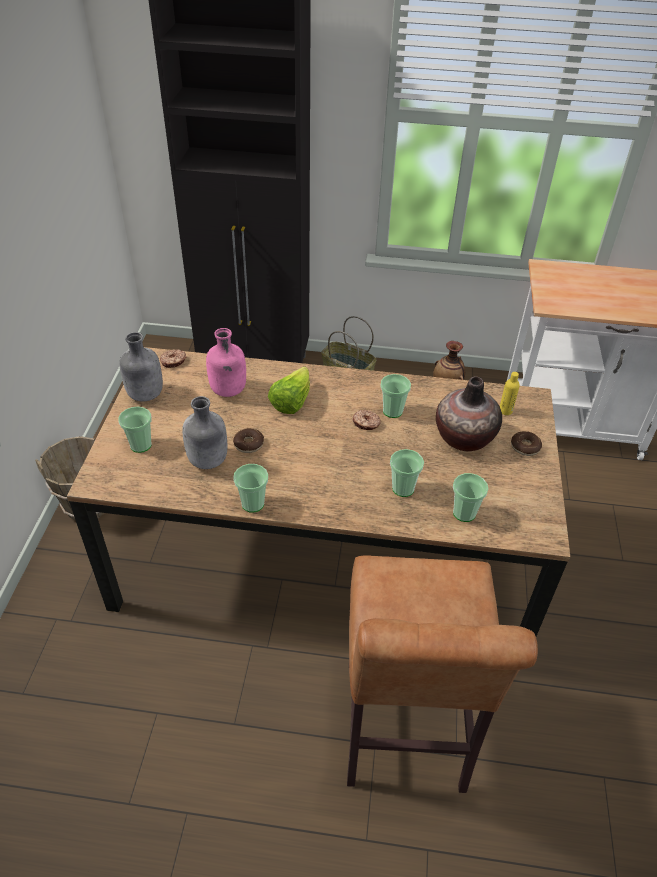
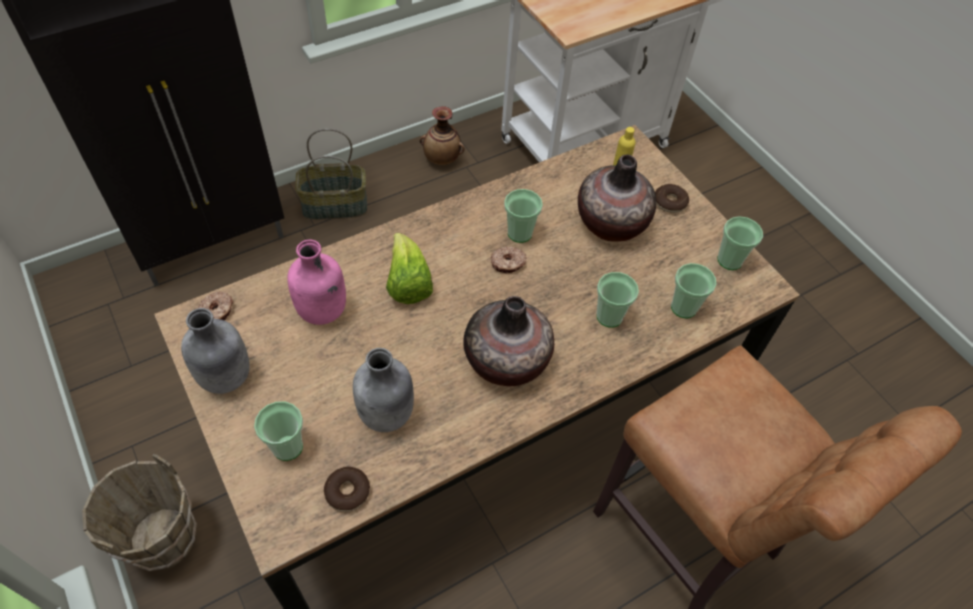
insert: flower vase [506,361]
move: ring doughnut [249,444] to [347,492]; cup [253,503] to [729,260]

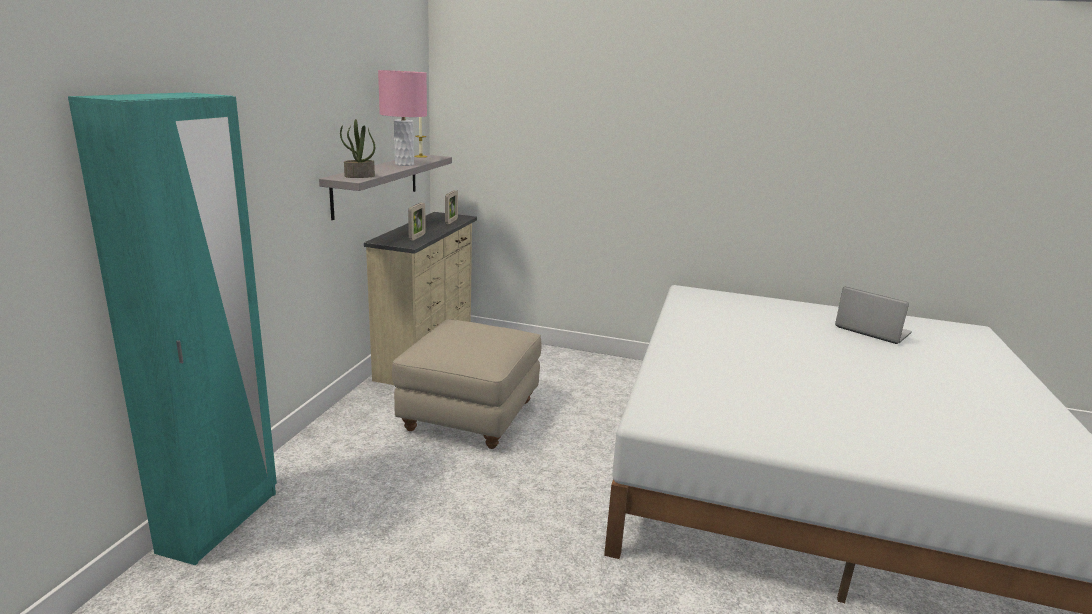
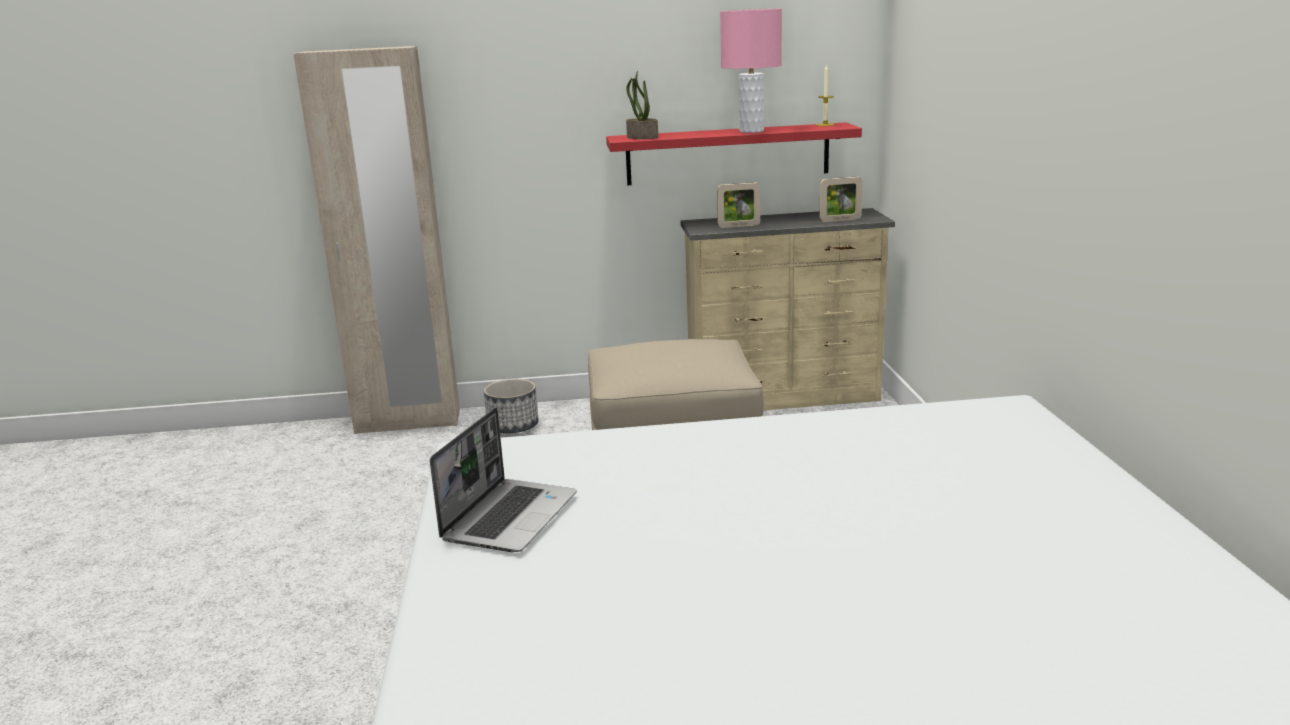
insert: plant pot [513,426]
move: portable computer [871,330] to [510,517]
recolor: wardrobe in turquoise [220,522] to wardrobe in beige-coloured [408,422]; wall shelf in grey [376,184] to wall shelf in reddish [728,154]

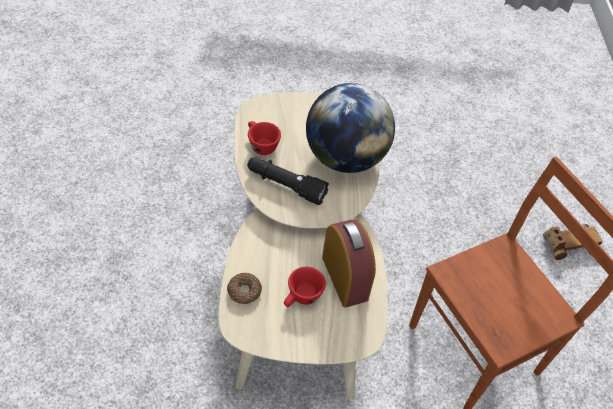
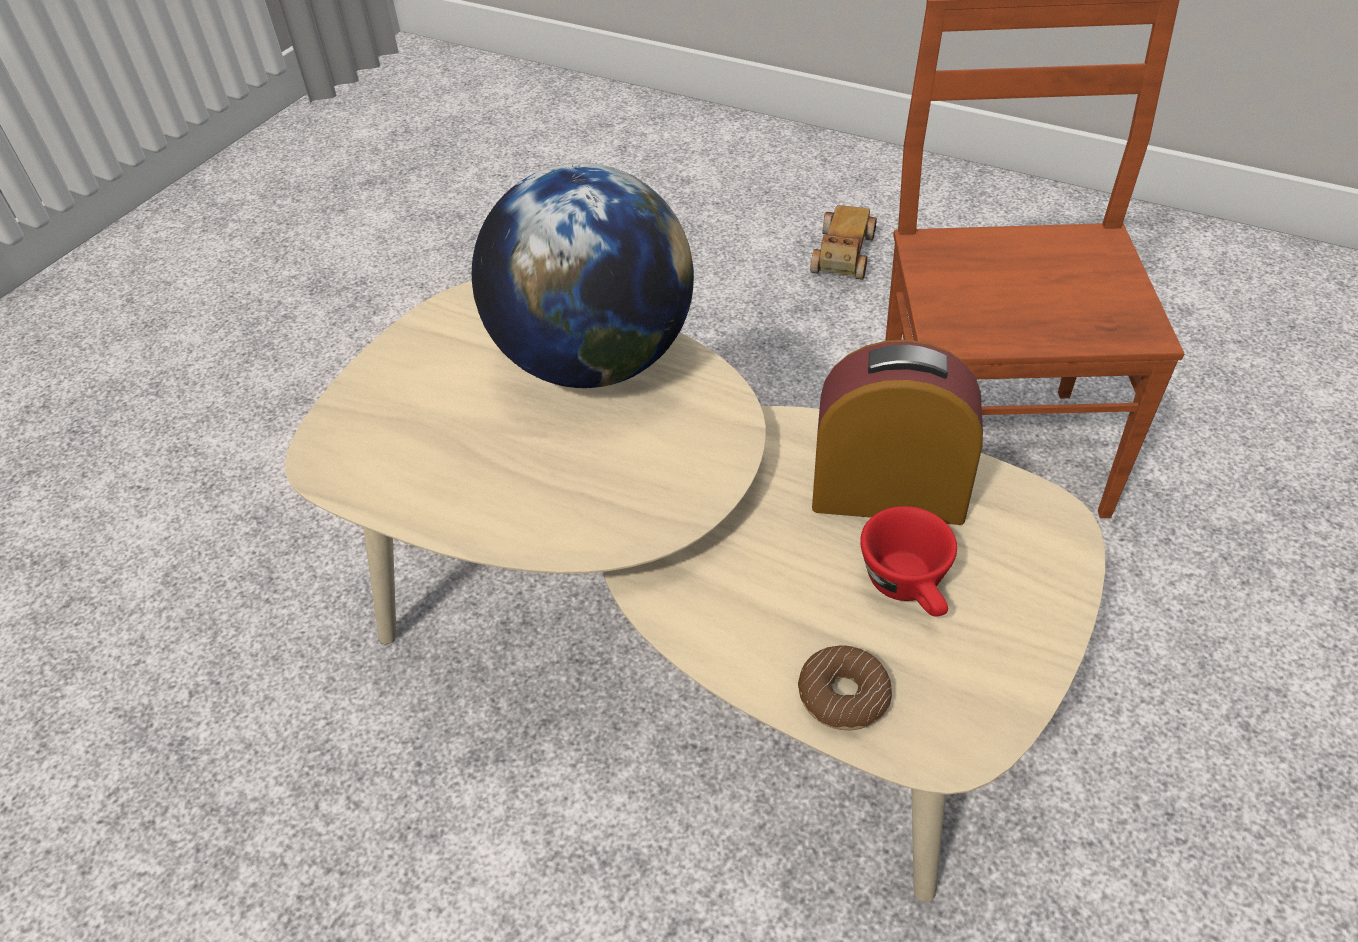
delete: hand torch in blackish [285,185]; cup in reddish [260,145]

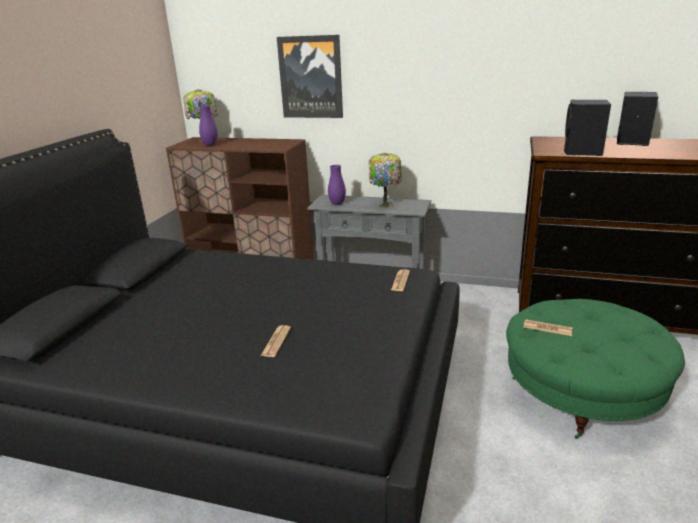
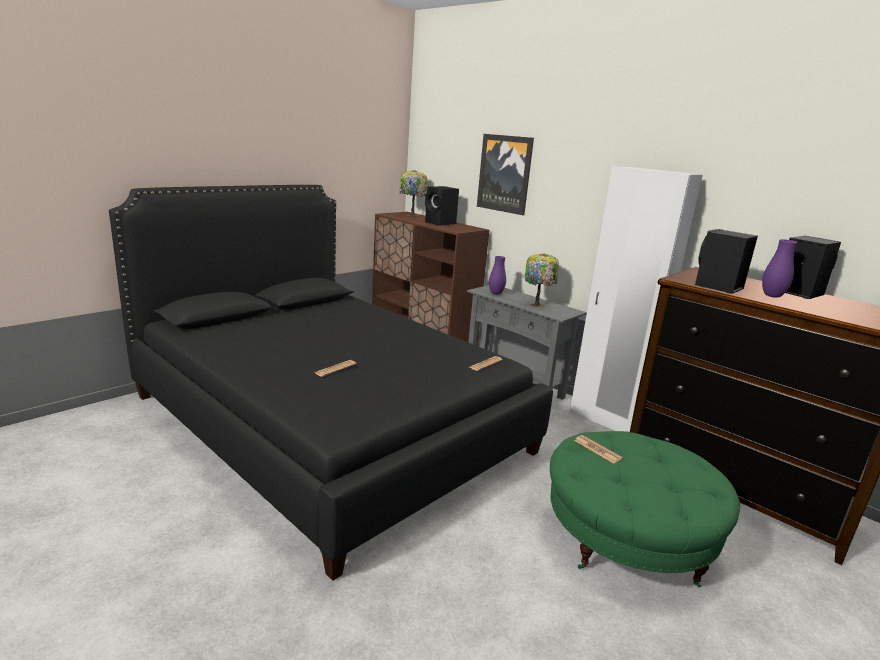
insert: speaker in blackish [441,223]; wardrobe in white-coloured [606,420]
move: flower vase in purplish [210,145] to [772,296]

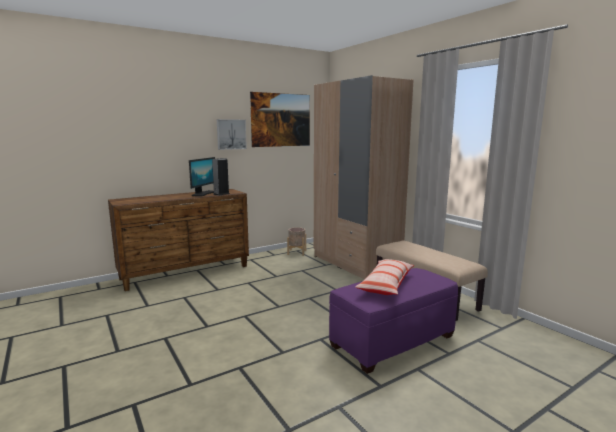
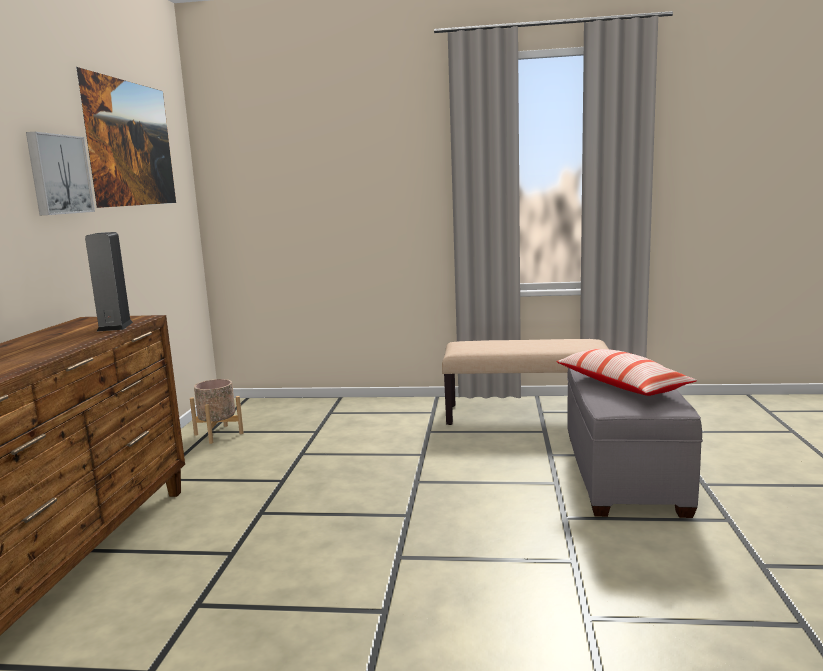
delete: monitor [203,194]; wardrobe in beige-coloured [355,264]
recolor: pouffe in purplish [392,341] to pouffe in grey [623,473]

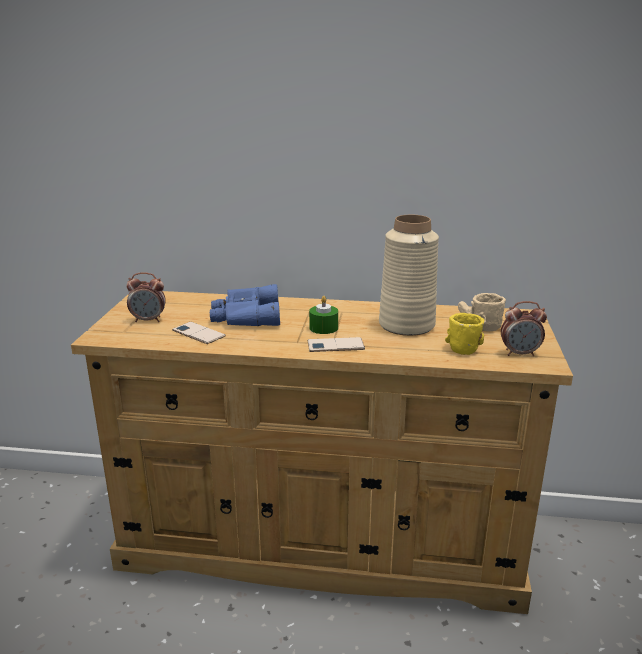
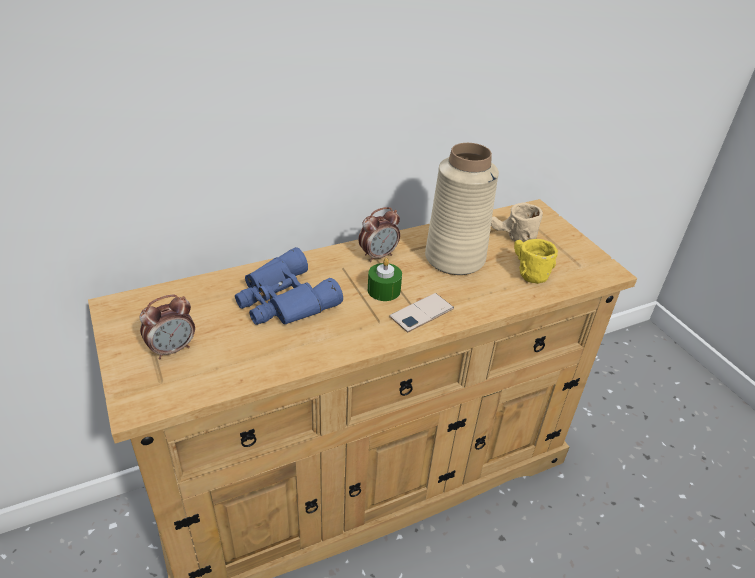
delete: handset [198,333]
move: table clock [520,353] to [378,256]

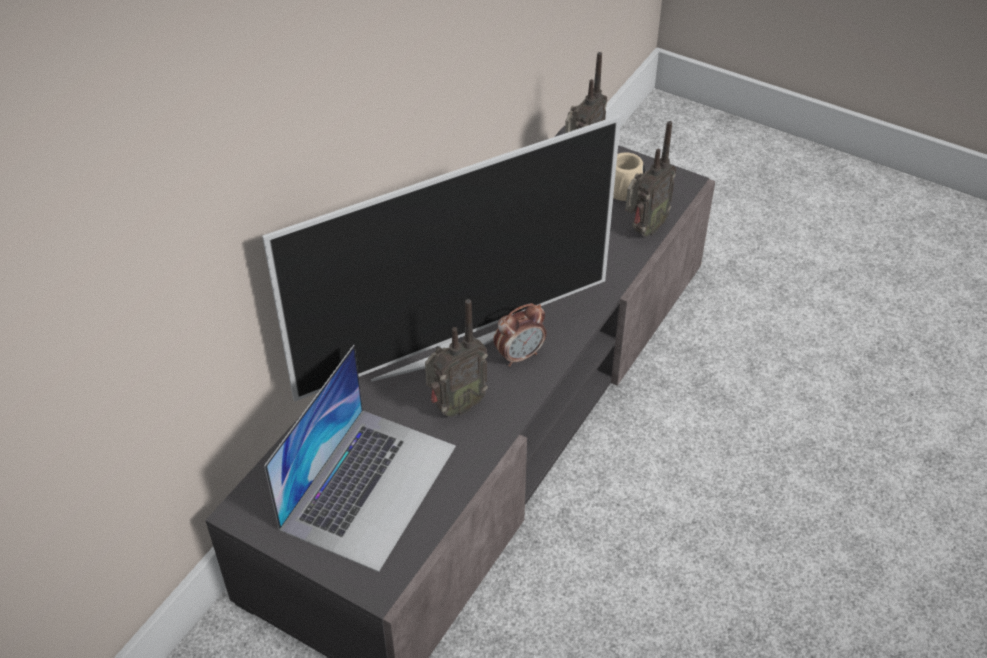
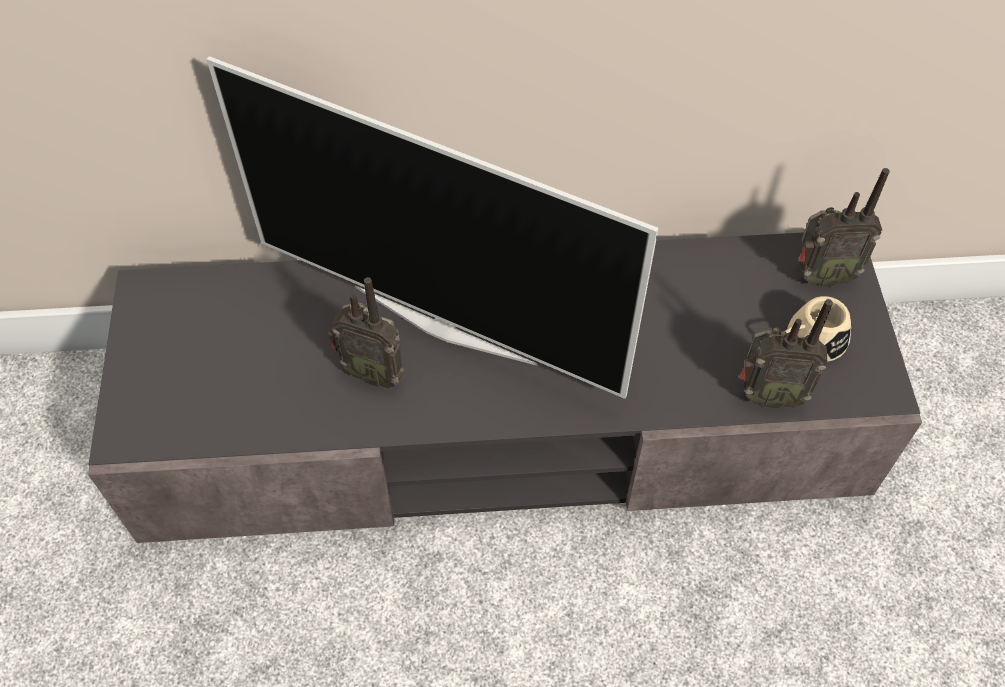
delete: portable computer [369,486]; table clock [519,355]

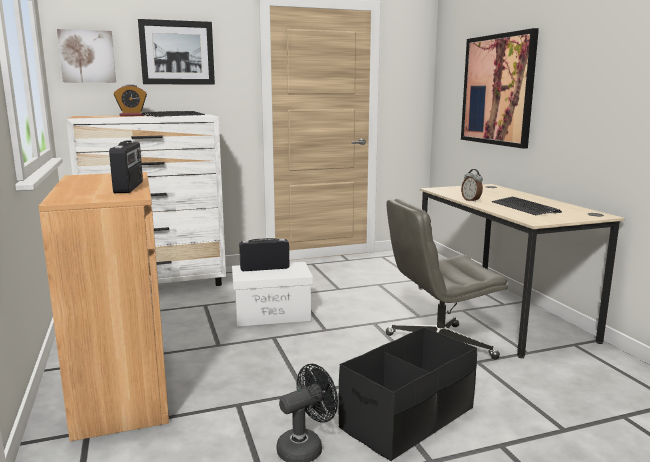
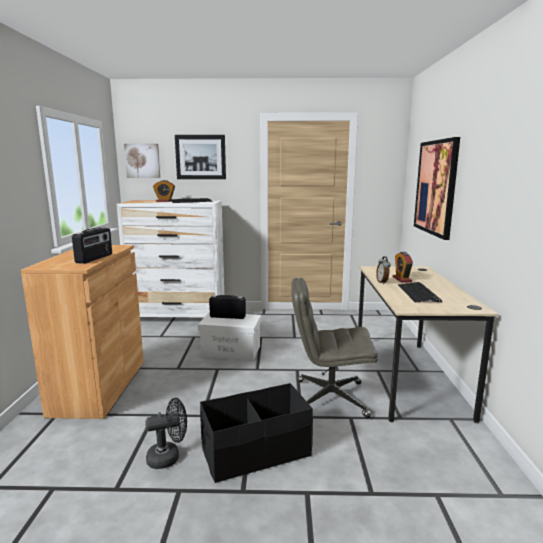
insert: table clock [402,279]

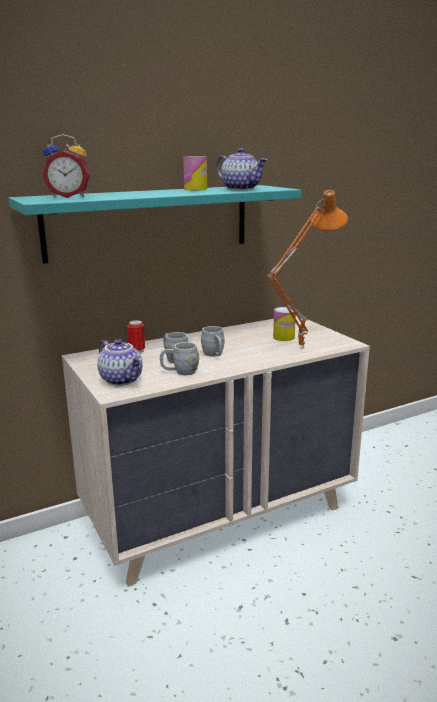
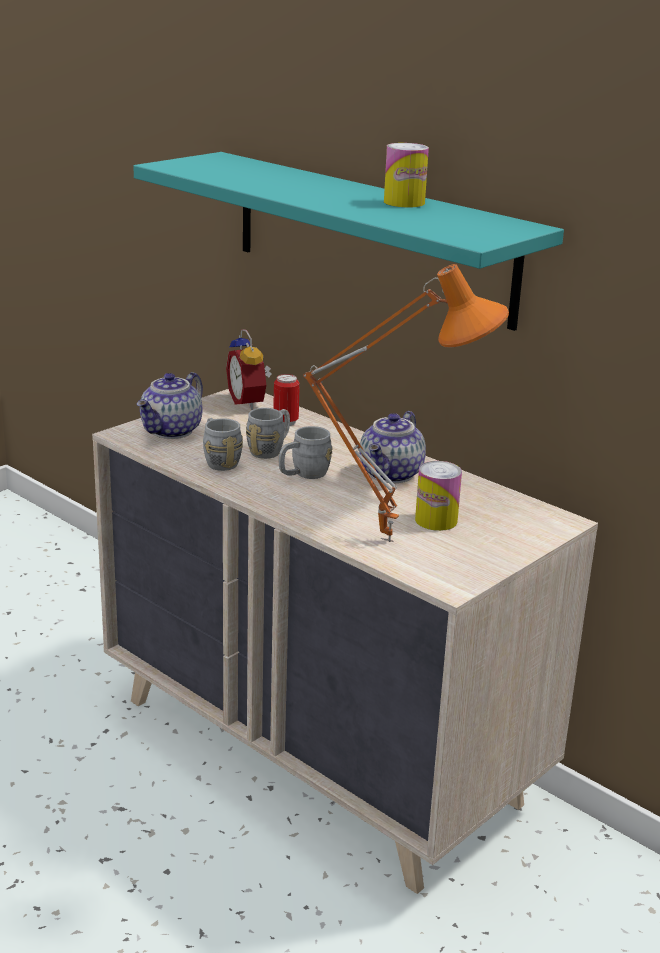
move: table clock [69,197] to [250,402]; tea pot [241,189] to [392,475]

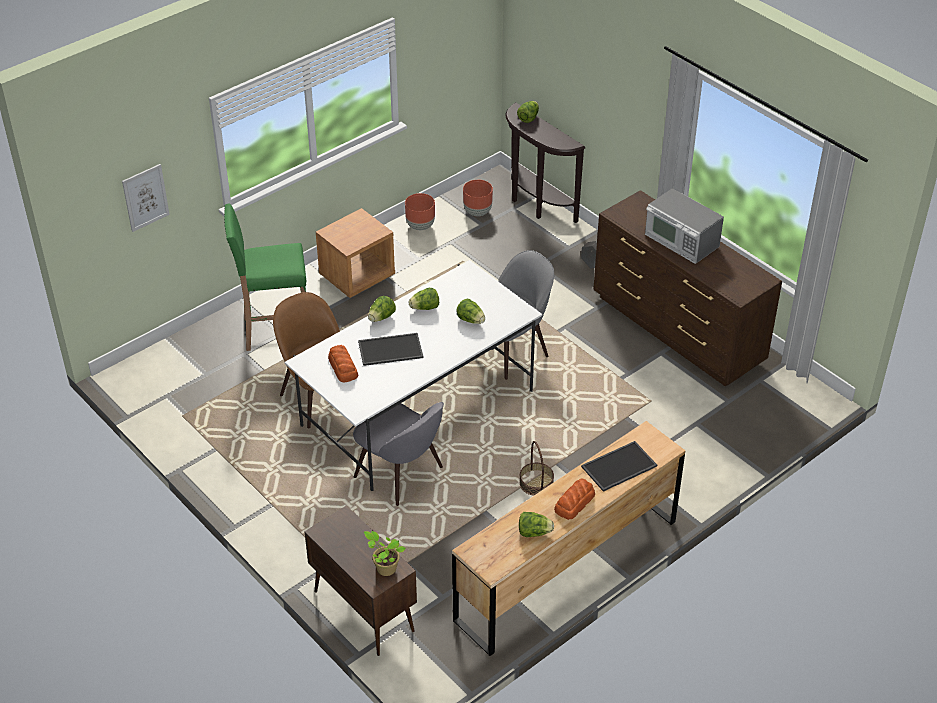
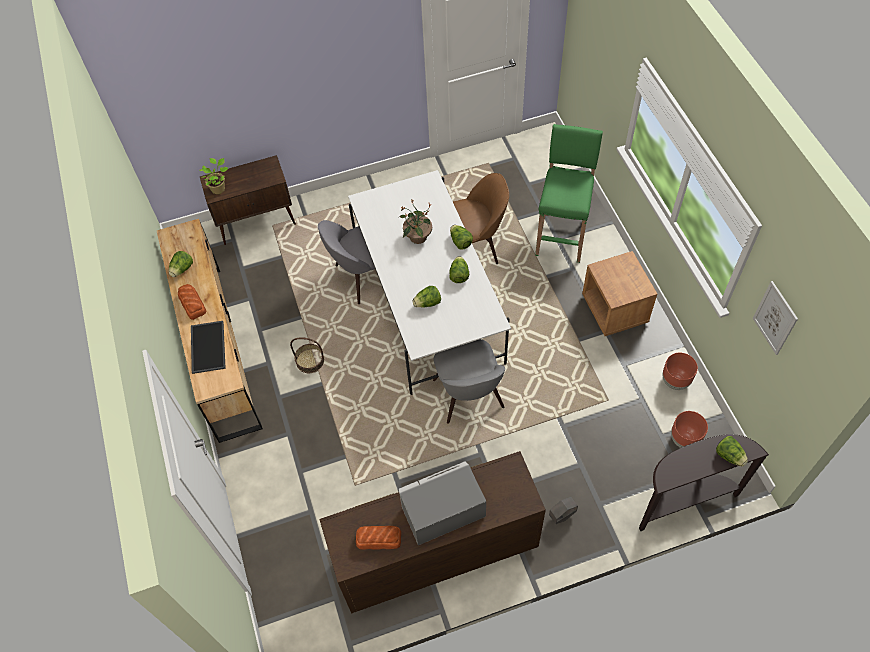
move: bakery bread [343,368] to [378,538]; picture [145,197] to [775,318]
replace: carrying tray [390,350] to houseplant [417,237]

